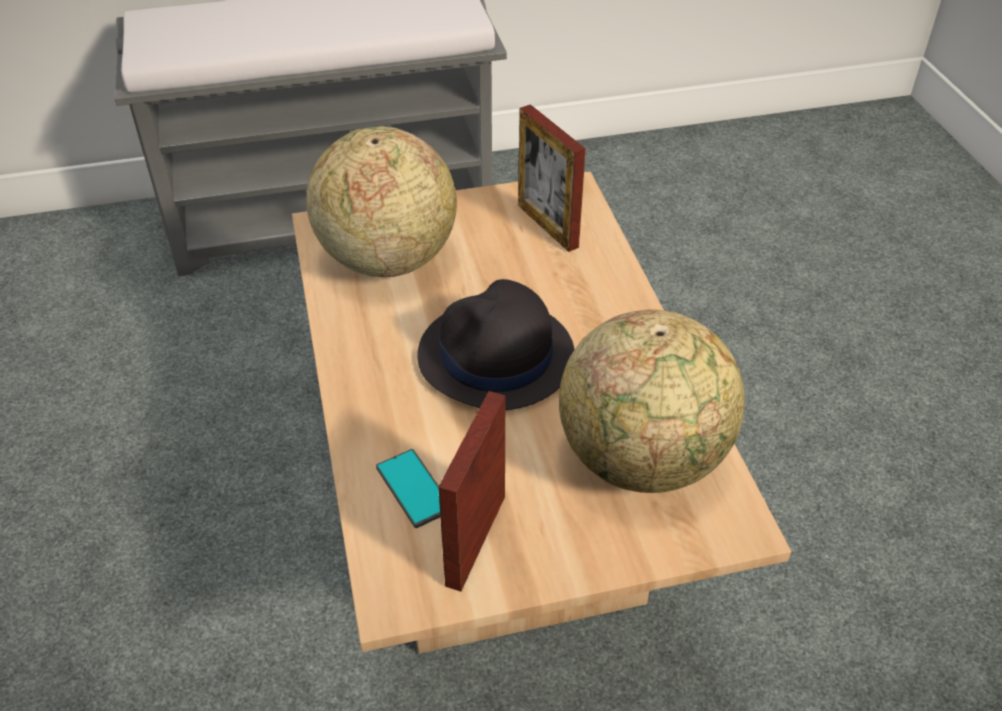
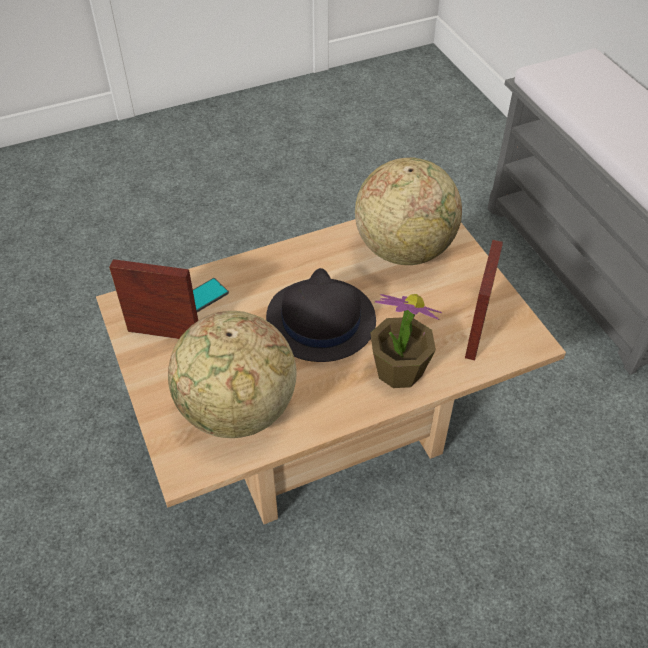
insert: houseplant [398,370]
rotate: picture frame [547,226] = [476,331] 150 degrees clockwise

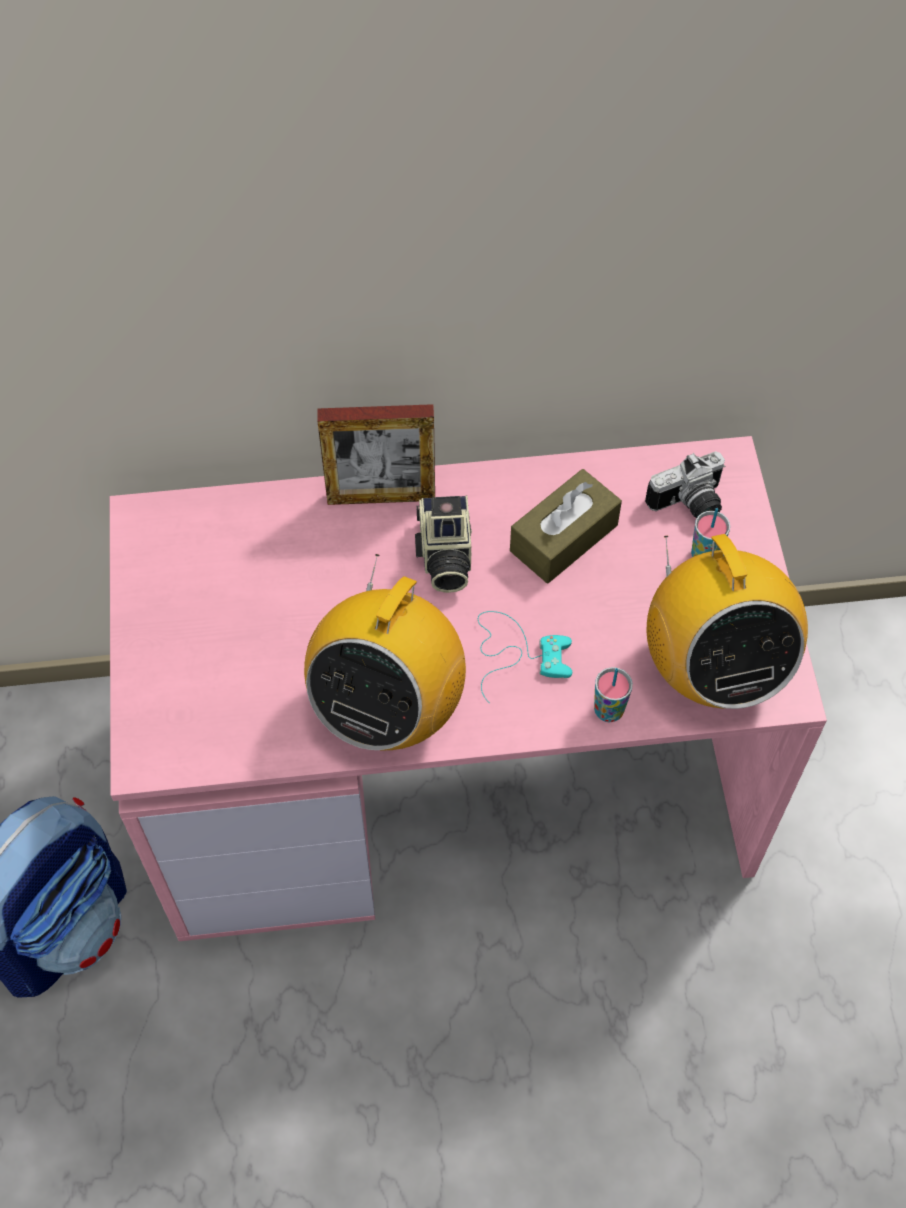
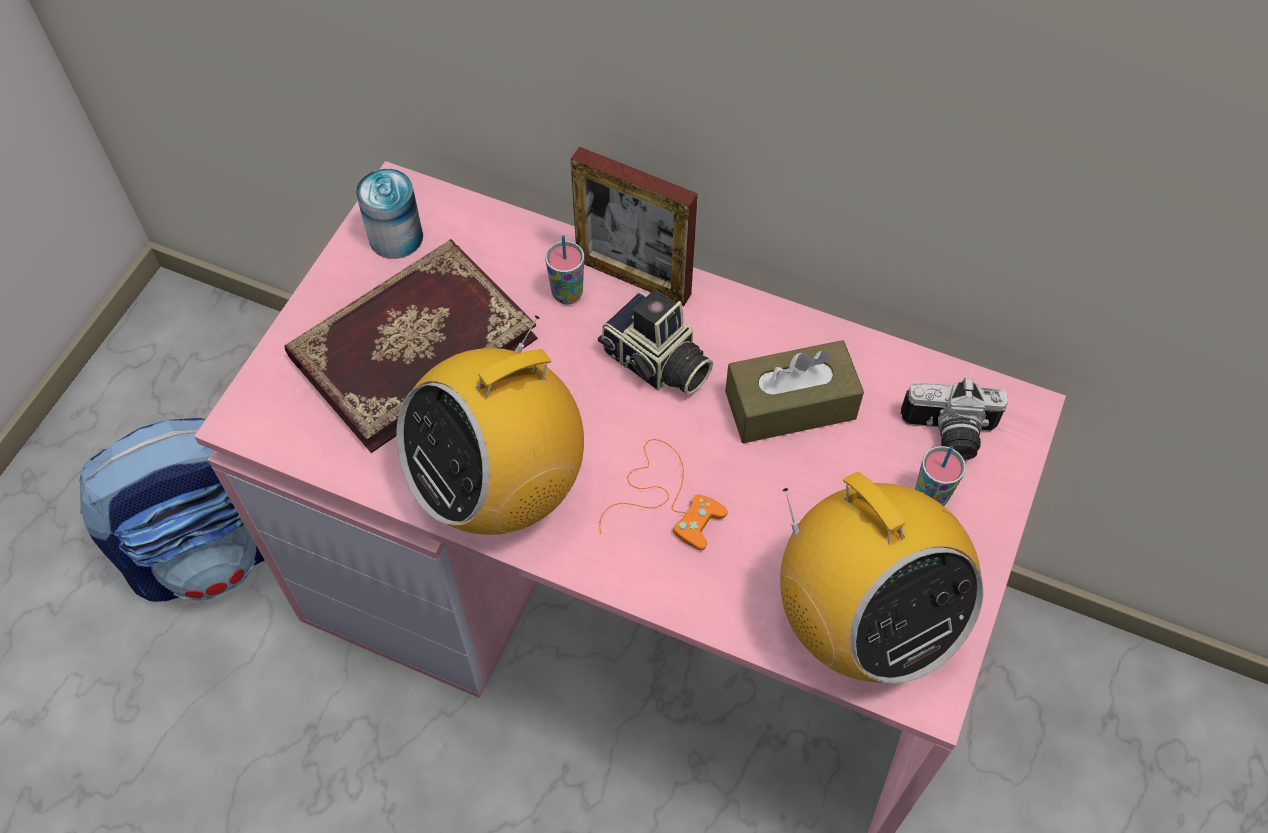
insert: bound book [411,345]; sealed can [396,237]
move: cup [608,711] to [567,294]
recolor: game controller in turquoise [517,652] to game controller in orange-coloured [665,497]
rotate: photo camera [444,556] = [656,364] 75 degrees counterclockwise; radio [712,668] = [861,621] 45 degrees counterclockwise

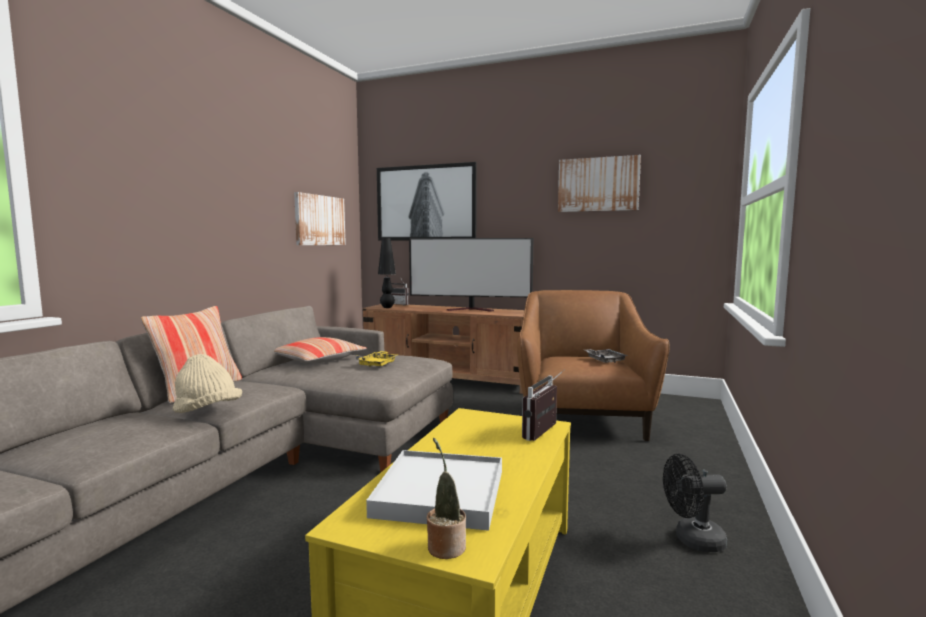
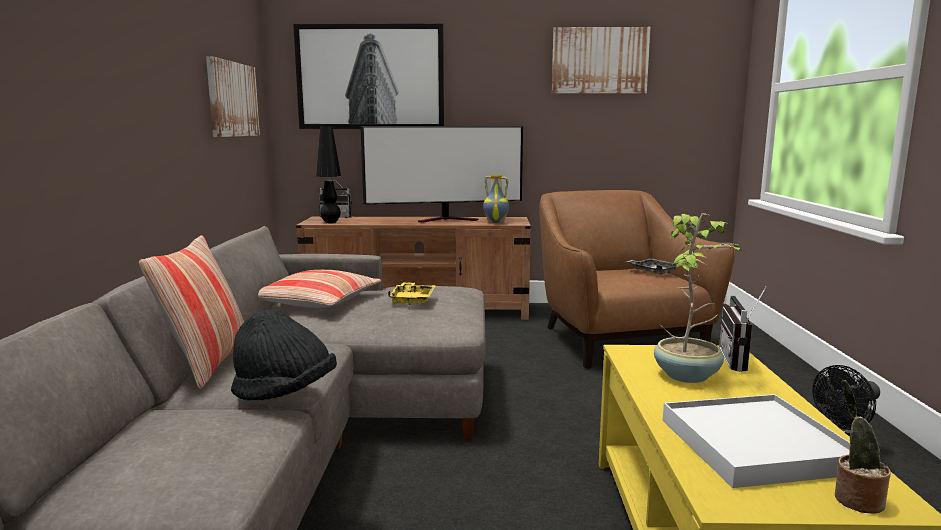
insert: flower vase [496,222]; houseplant [688,375]
recolor: clothing hat in beige-coloured [207,412] to clothing hat in blackish [285,393]

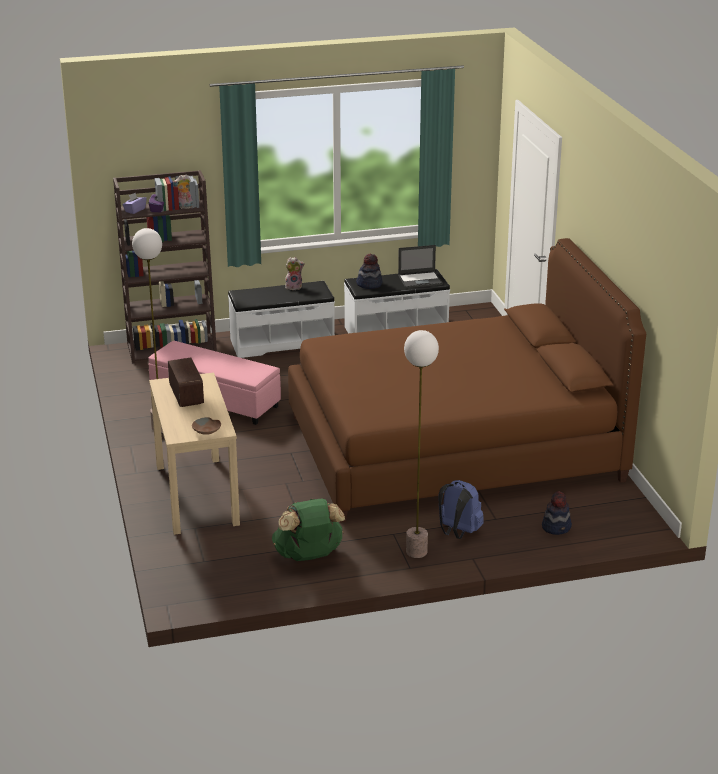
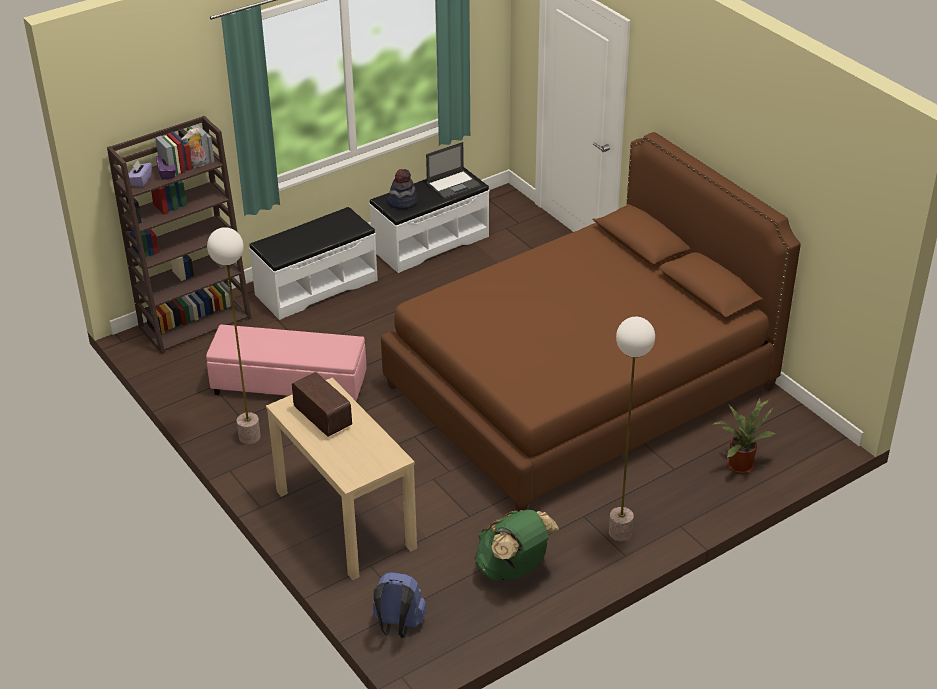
delete: deep dish in brown-coloured [207,430]; soft toy [294,287]
move: rucksack in bluish [457,532] to [398,626]
replace: clothing hat [556,527] to houseplant [739,463]

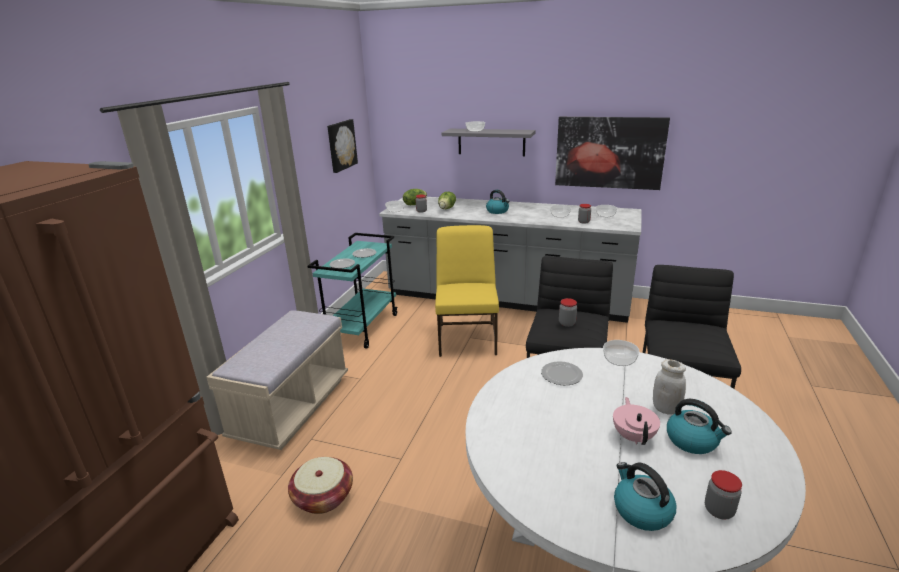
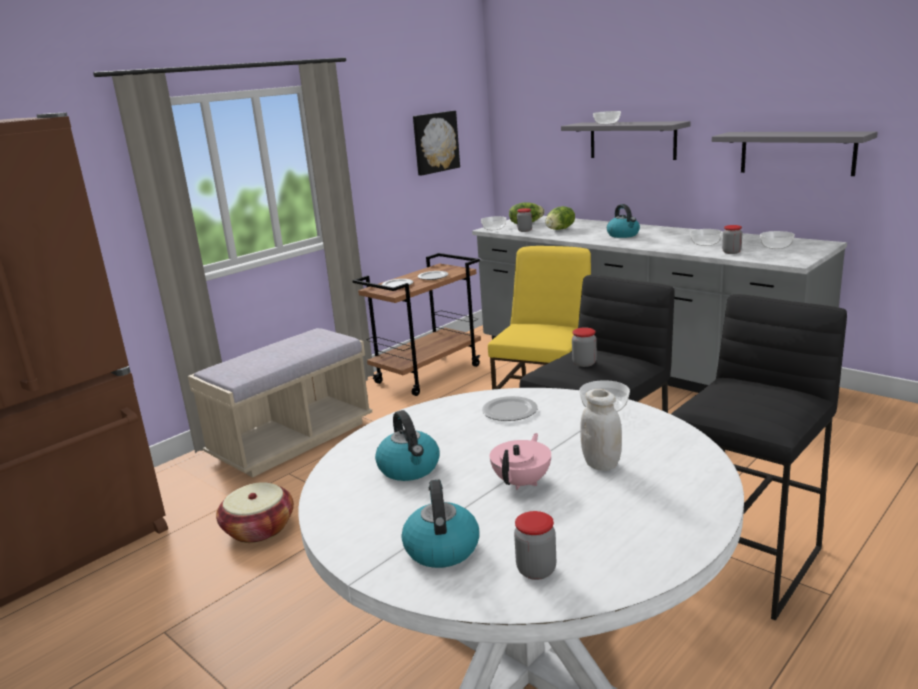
move: water kettle [692,440] to [409,468]
replace: picture [609,152] to wall shelf in grey [797,153]
recolor: trolley in turquoise [362,327] to trolley in brown-coloured [428,374]

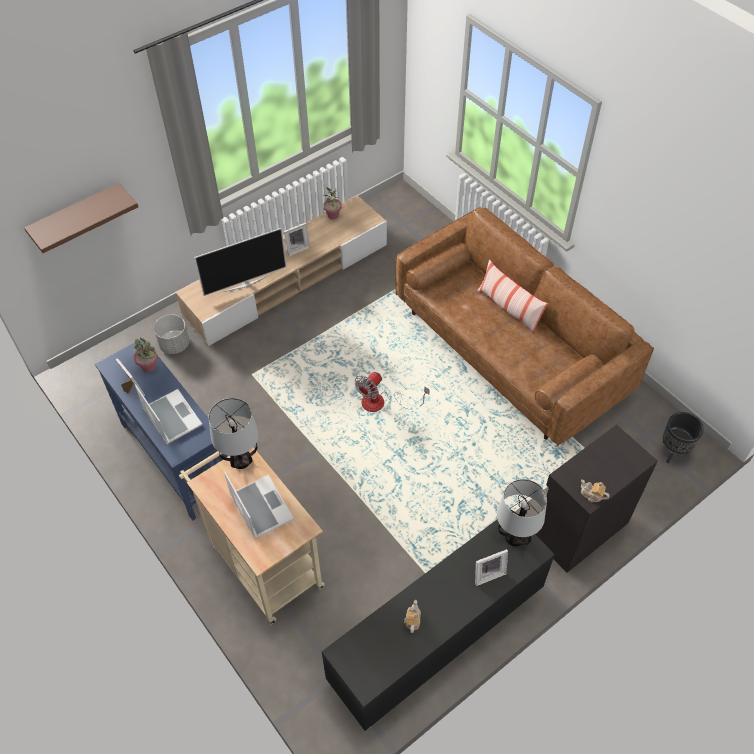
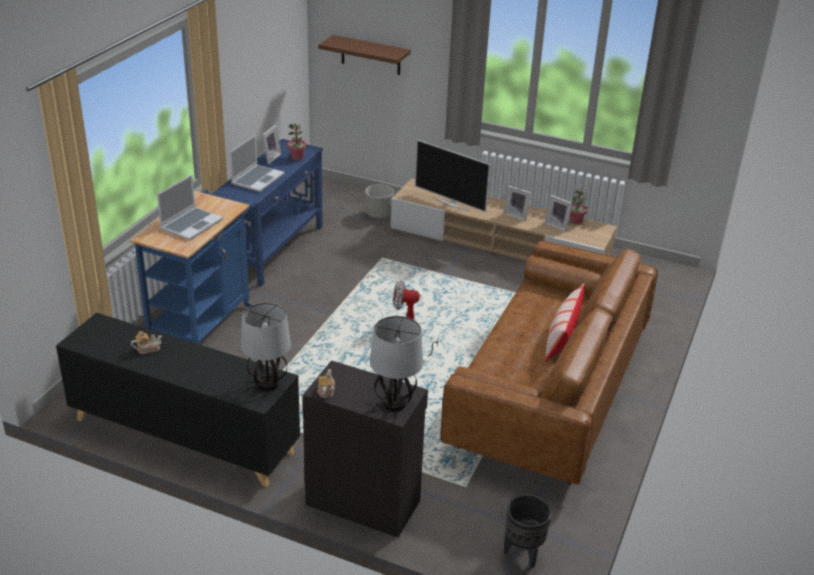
move: tabletop lamp [241,460] to [395,404]; picture frame [488,573] to [558,225]
recolor: trolley in beige-coloured [262,561] to trolley in bluish [204,319]

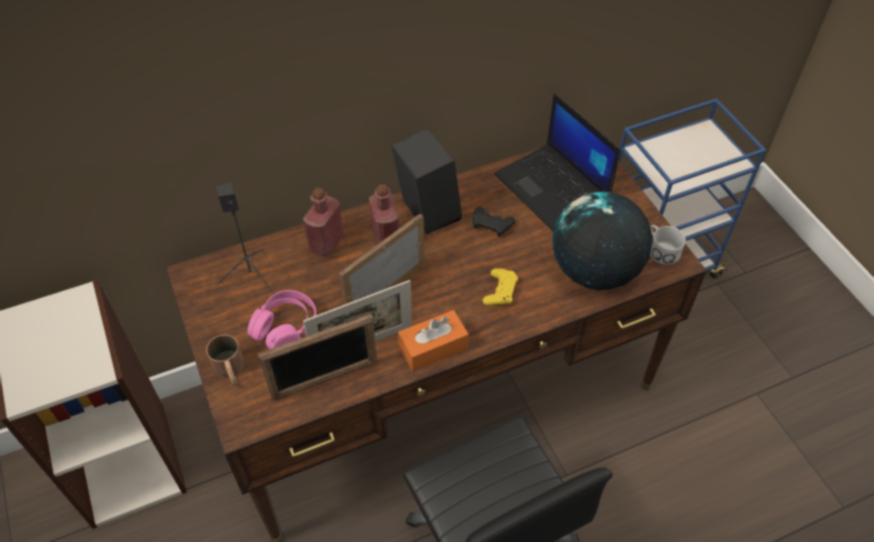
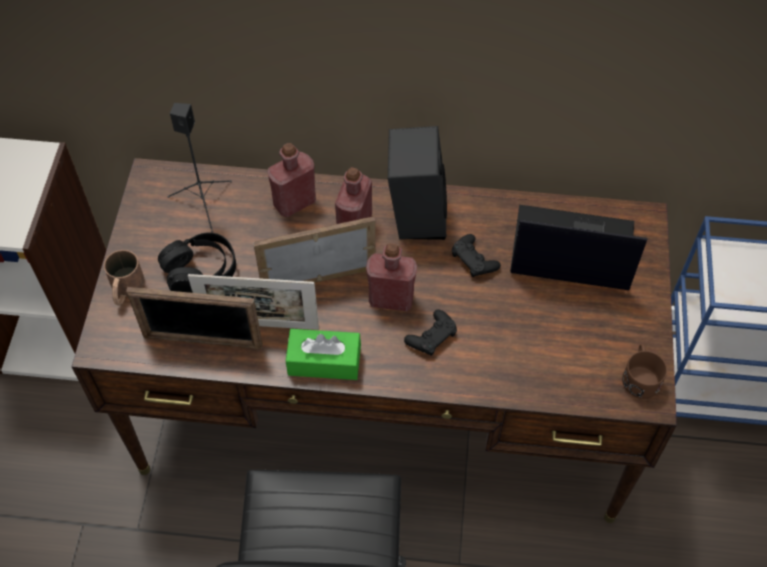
delete: globe [594,271]
insert: beverage bottle in reddish [391,299]
recolor: pair of headphones in pinkish [285,328] to pair of headphones in blackish [200,271]; box of tissues in orange-coloured [433,347] to box of tissues in green [324,361]; game controller in yellow-coloured [500,291] to game controller in blackish [432,336]; coffee mug in white-coloured [660,249] to coffee mug in brown-coloured [640,376]
rotate: portable computer [553,188] = [570,250] 105 degrees clockwise

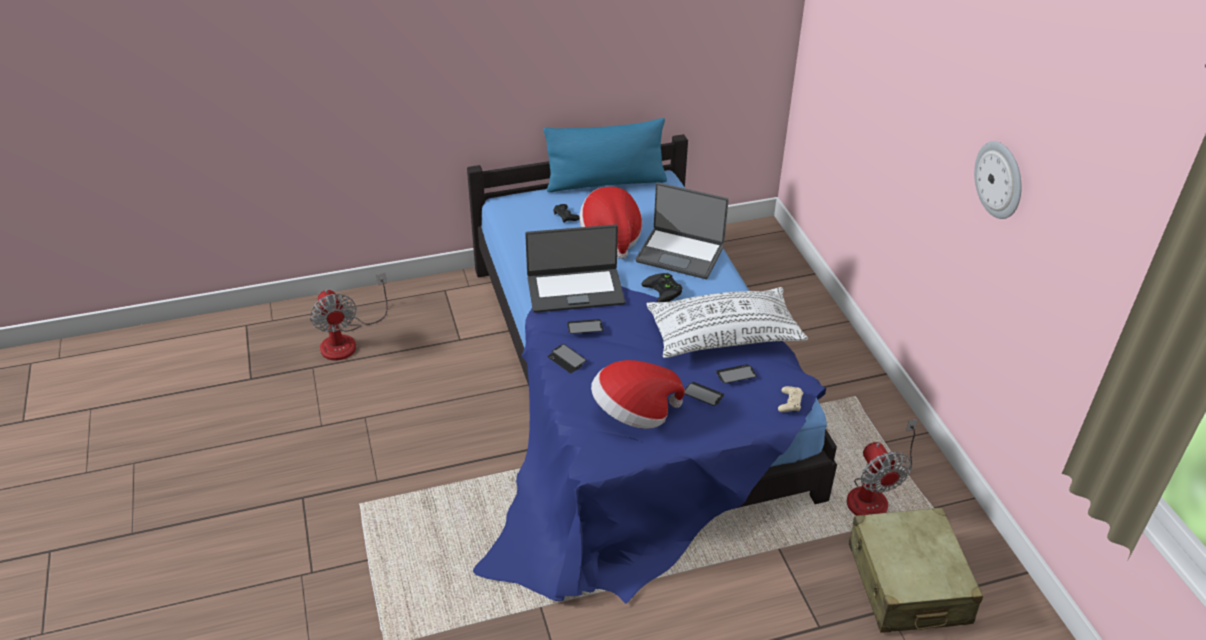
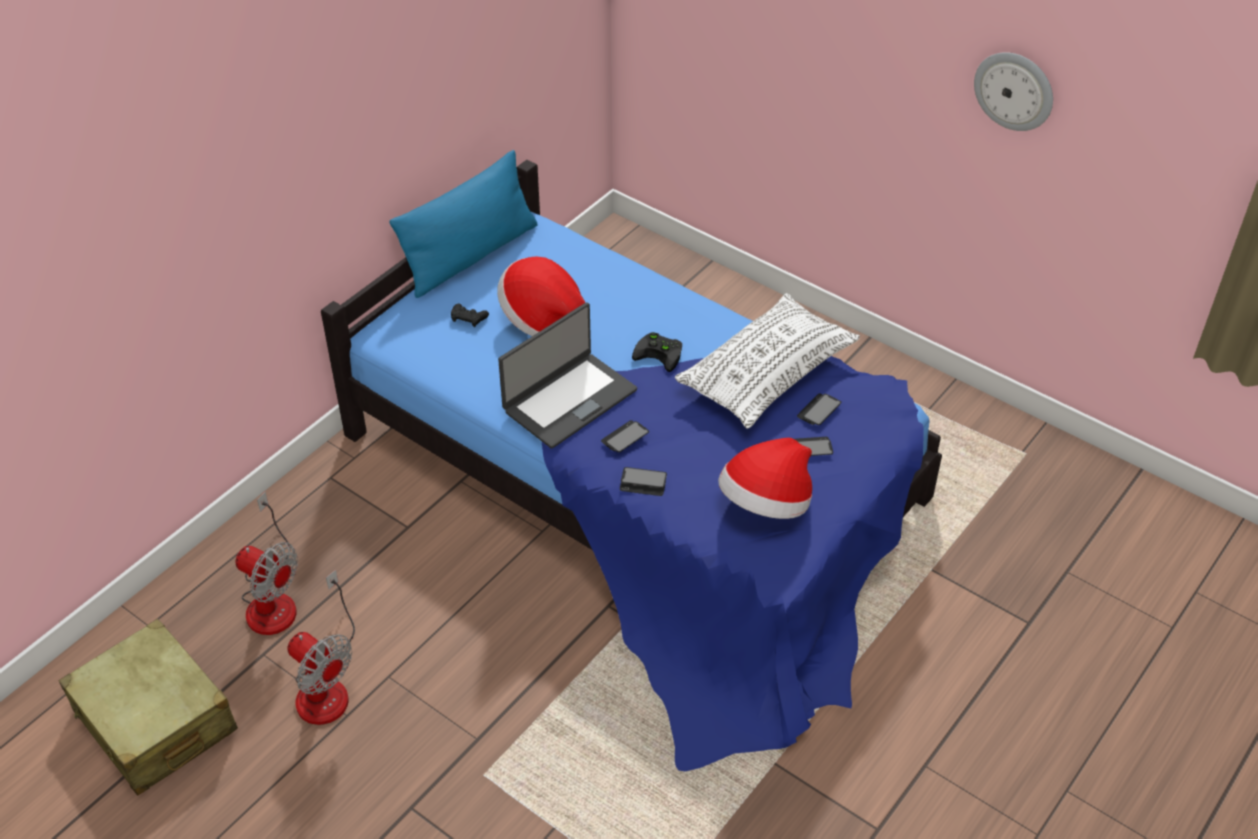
delete: portable computer [680,254]; game controller in beige-coloured [790,403]
move: piece of luggage in beige-coloured [908,584] to [155,722]; cooling fan [874,494] to [326,685]

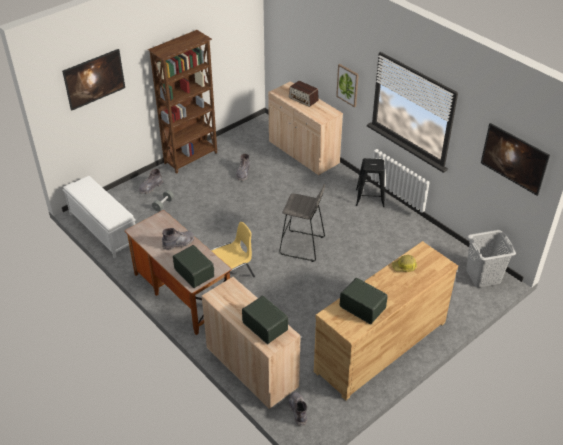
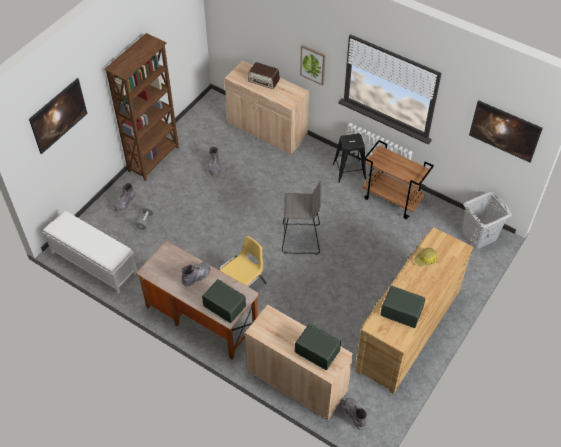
insert: trolley in brown-coloured [393,199]

